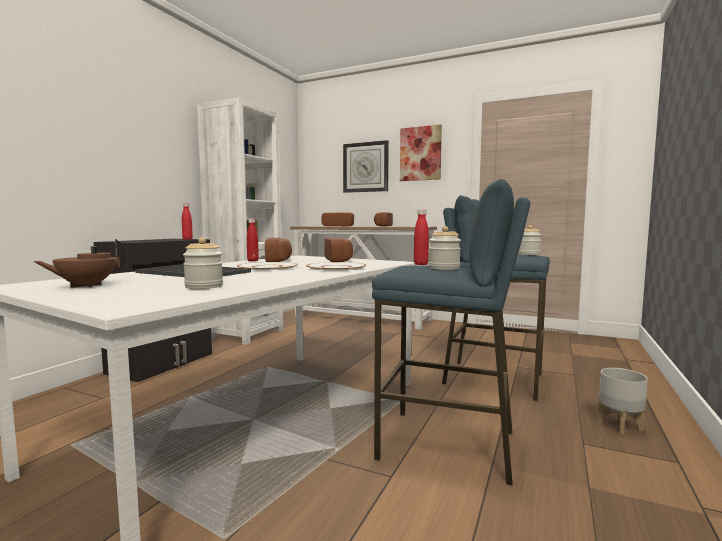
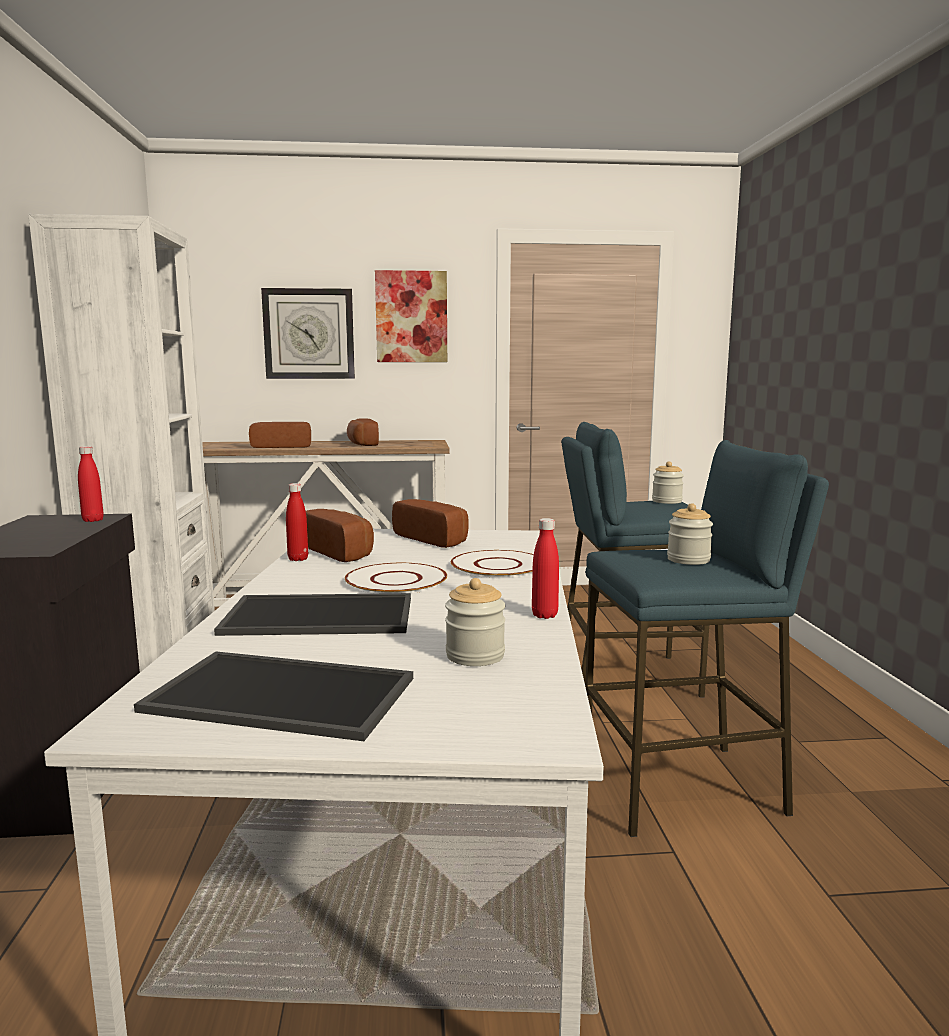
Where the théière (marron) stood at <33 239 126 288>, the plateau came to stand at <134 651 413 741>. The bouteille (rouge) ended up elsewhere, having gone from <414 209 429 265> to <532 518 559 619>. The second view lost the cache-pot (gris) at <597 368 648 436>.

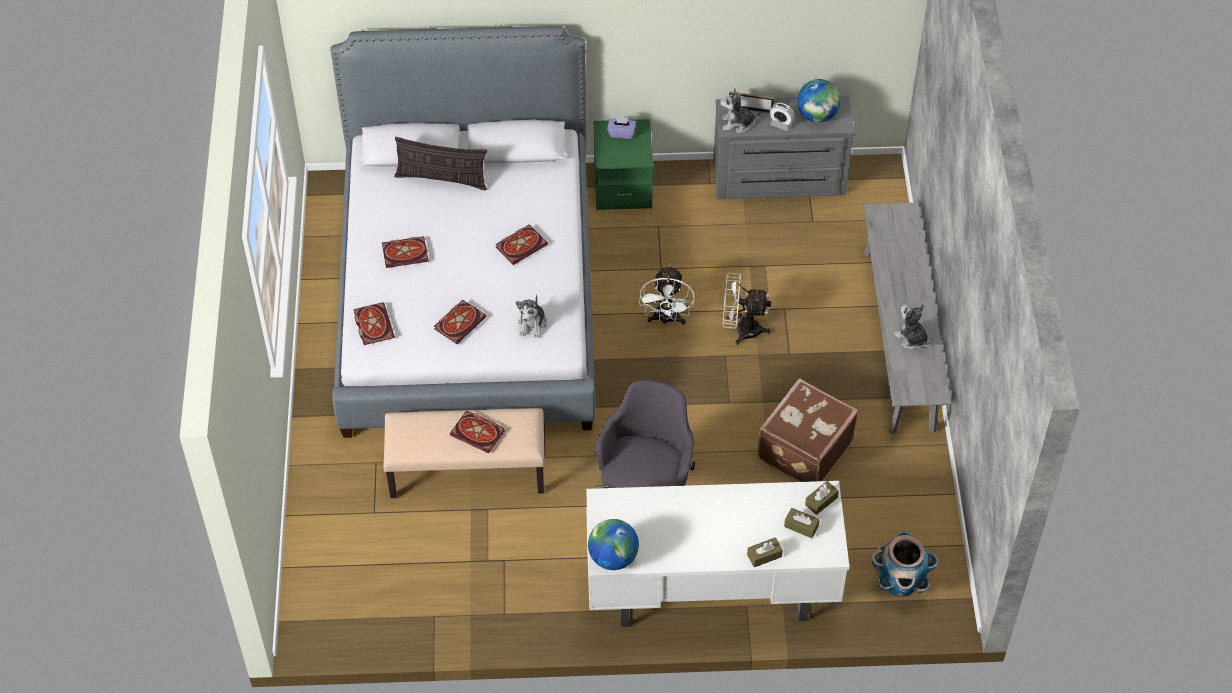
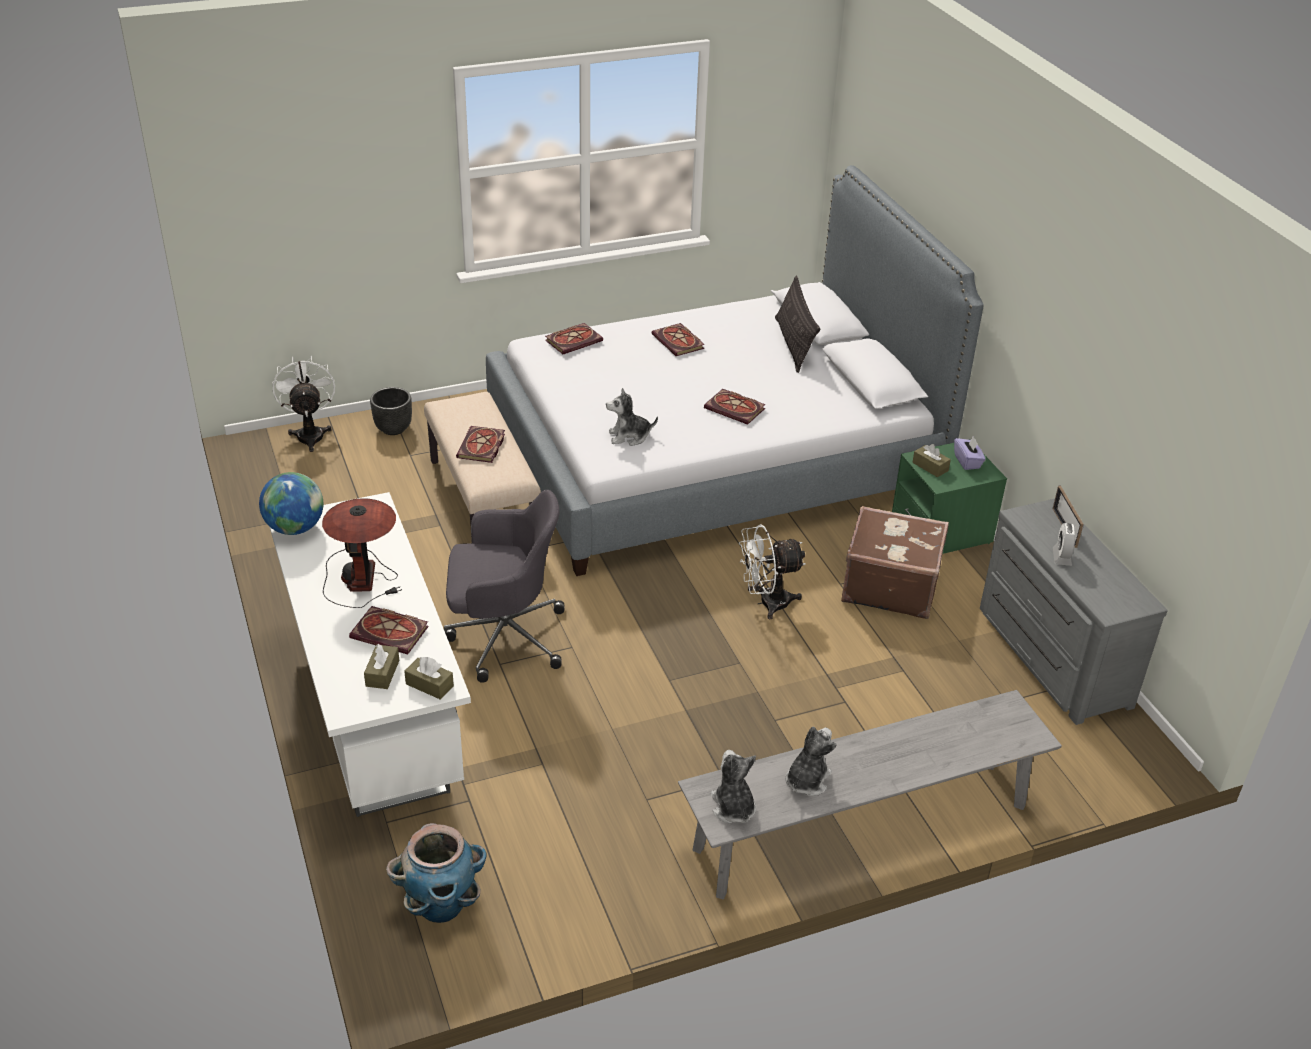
The ventilateur (blanc) ended up elsewhere, having gone from <723 273 771 345> to <273 356 335 452>. The second view gained the lampe de table at <322 498 402 608>. The livre ended up elsewhere, having gone from <434 300 487 344> to <349 606 429 654>. The second view gained the cache-pot (noir) at <370 387 412 435>. The peluche ended up elsewhere, having gone from <720 88 761 133> to <710 750 756 823>. The valise (marron) ended up elsewhere, having gone from <757 378 858 482> to <841 506 949 619>. The boîte à mouchoirs (marron) ended up elsewhere, having gone from <747 537 783 567> to <912 444 951 477>. The second view lost the globe at <797 79 841 123>.

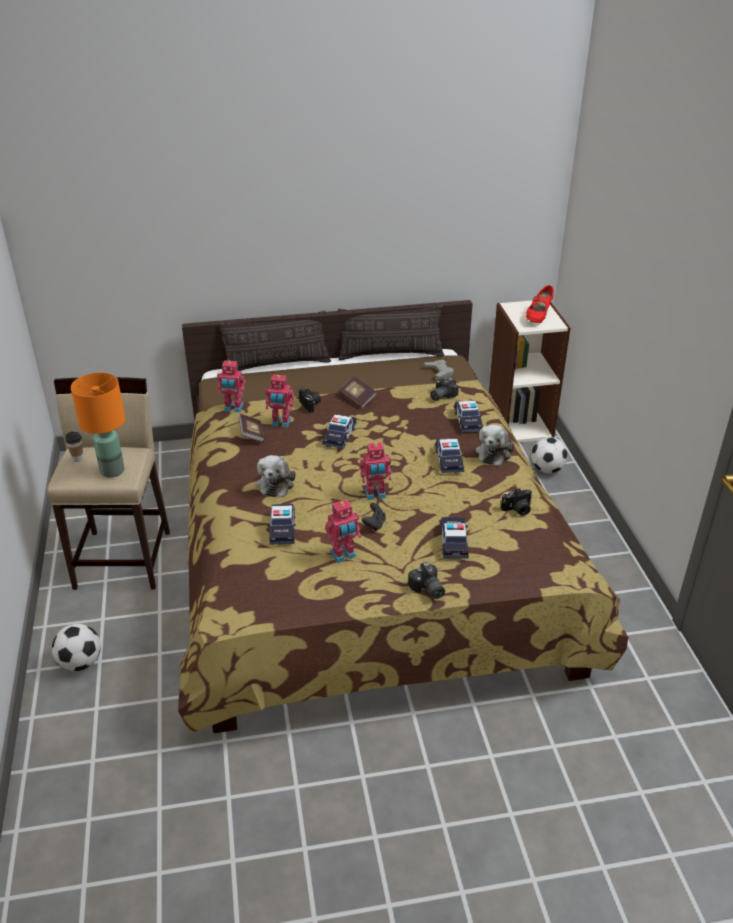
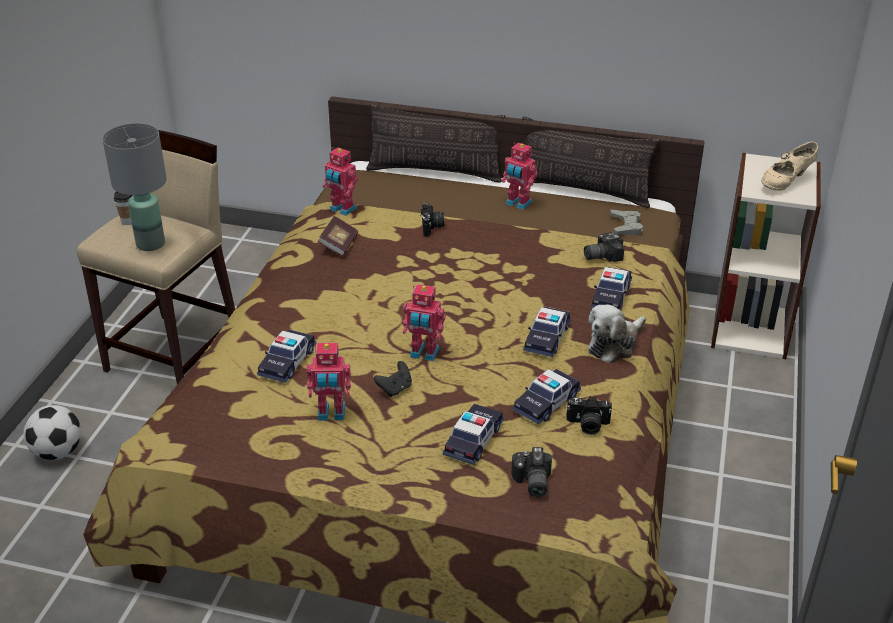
What was the lampe de table (orange) at <71 373 125 478> turned into the lampe de table (gris) at <102 123 167 251>. The robot jouet ended up elsewhere, having gone from <265 374 294 428> to <502 142 538 210>. The petite voiture ended up elsewhere, having gone from <322 414 357 448> to <512 369 581 424>. The appareil photo ended up elsewhere, having gone from <408 562 445 599> to <512 447 552 498>. What was the chaussure (rouge) at <526 285 554 323> turned into the chaussure (beige) at <761 142 818 190>. The second view lost the peluche at <257 455 295 497>. The second view lost the livre at <339 376 377 409>. The second view lost the ballon de foot at <531 437 568 473>.

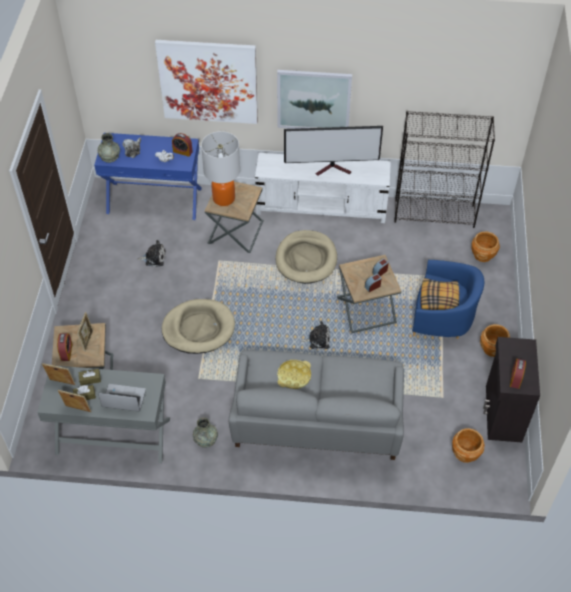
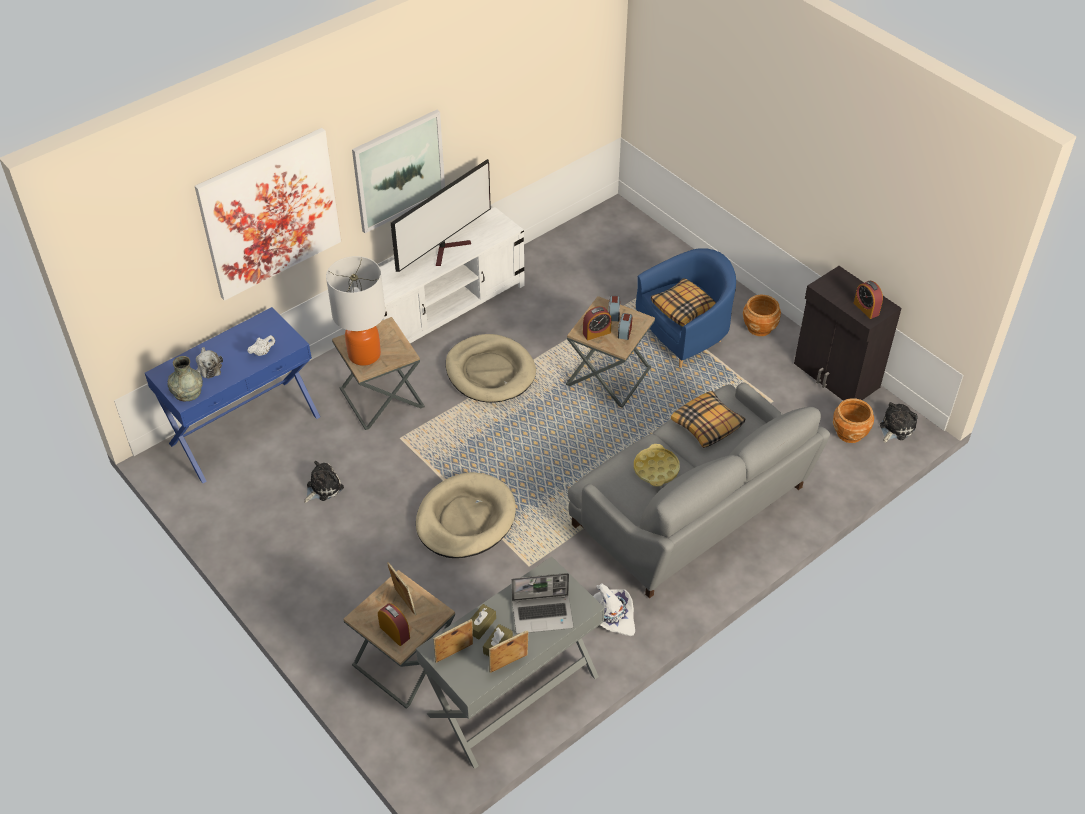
The ordinateur portable at <98 384 146 412> ended up facing another way, 150 degrees counterclockwise from before. The réveil ended up elsewhere, having gone from <172 133 193 157> to <583 306 612 340>. Where the vase (gris) stood at <193 417 218 448>, the chapeau (blanc) came to stand at <593 583 635 636>. The second view gained the coussin at <671 391 745 448>. The peluche ended up elsewhere, having gone from <301 321 330 350> to <880 402 918 443>. The second view lost the bibliothèque (noir) at <394 111 495 228>. The second view lost the cache-pot (marron) at <471 231 500 262>.

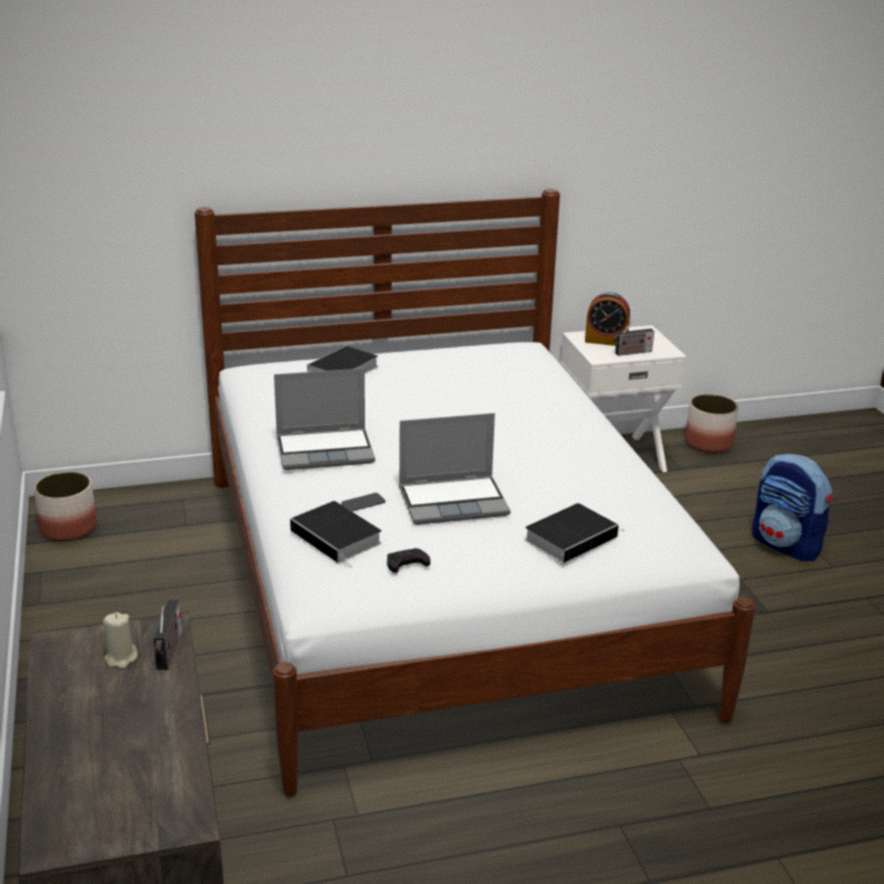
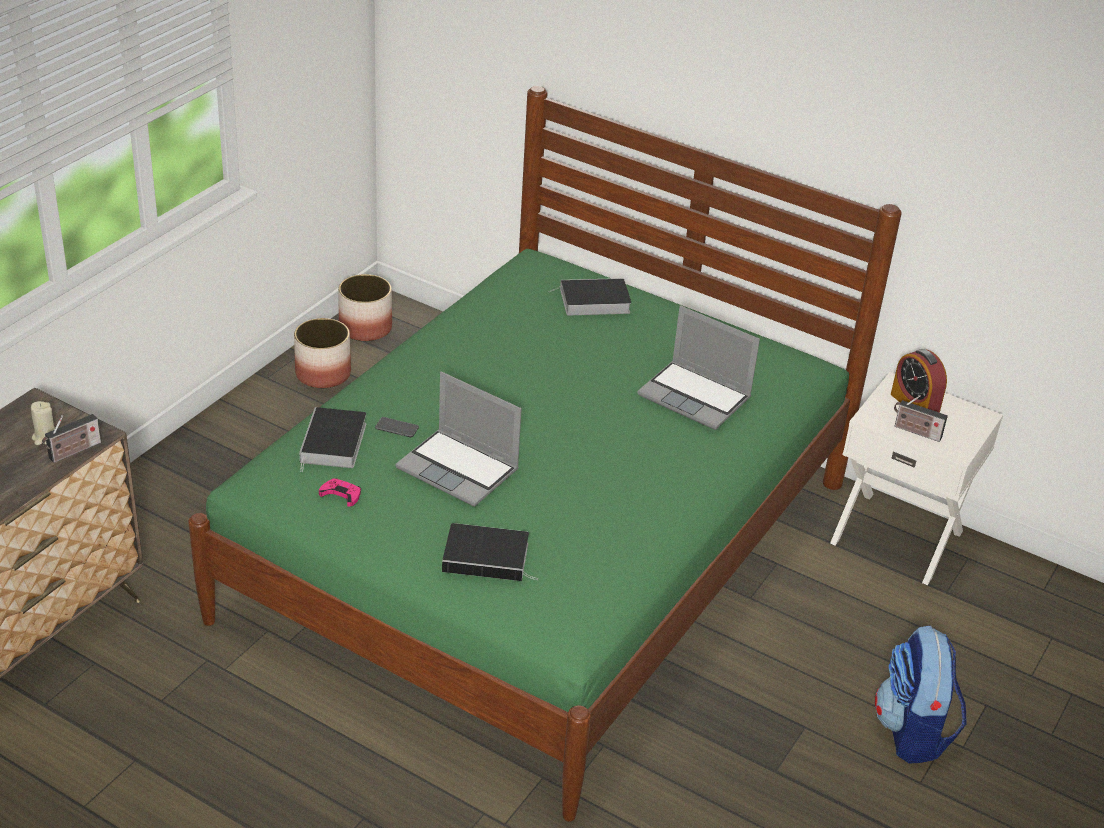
What was the lit (blanc) at <195 189 755 797> turned into the lit (vert) at <188 86 902 822>. The cache-pot ended up elsewhere, having gone from <685 394 738 453> to <294 318 351 388>. What was the manette (noir) at <387 548 430 573> turned into the manette (rose) at <319 478 361 506>. The ordinateur portable ended up elsewhere, having gone from <274 369 375 470> to <637 305 760 430>.

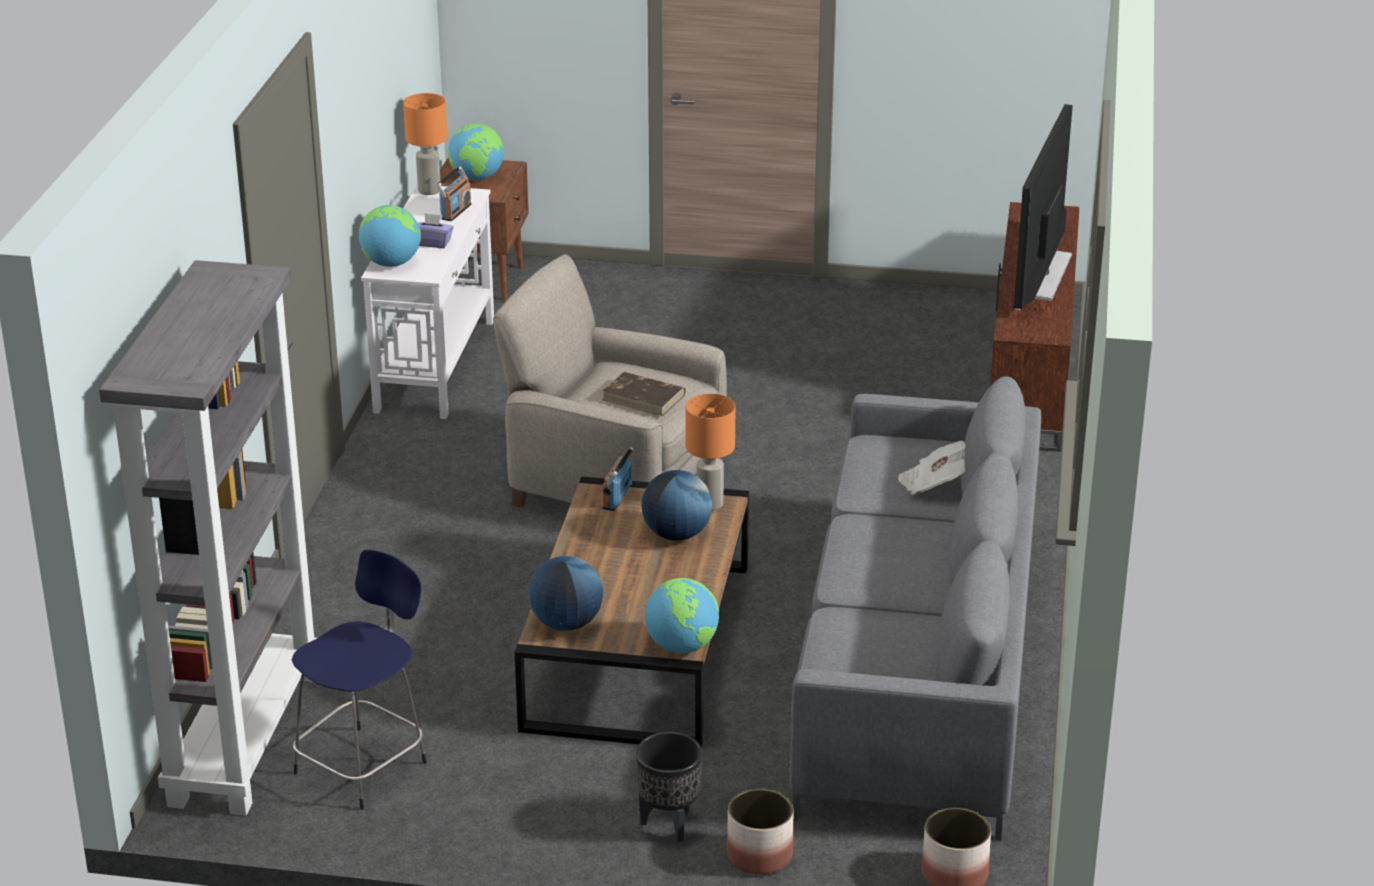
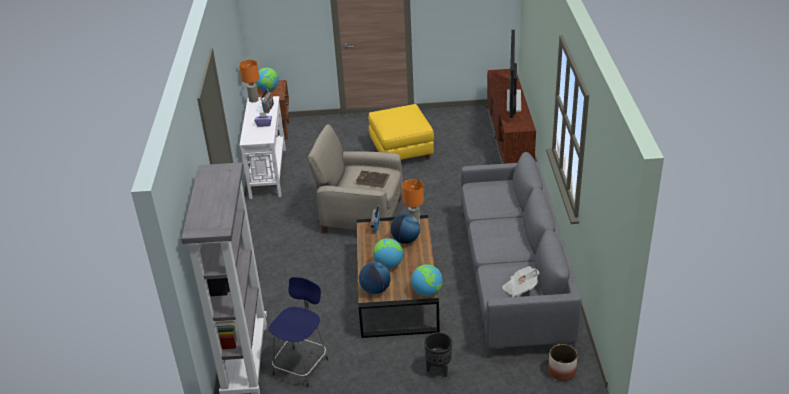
The second view gained the pouf (jaune) at <368 104 434 160>. The globe ended up elsewhere, having gone from <359 205 421 267> to <373 238 403 269>. The journal ended up elsewhere, having gone from <898 441 966 495> to <502 266 539 297>. The second view lost the cache-pot at <727 789 794 875>.

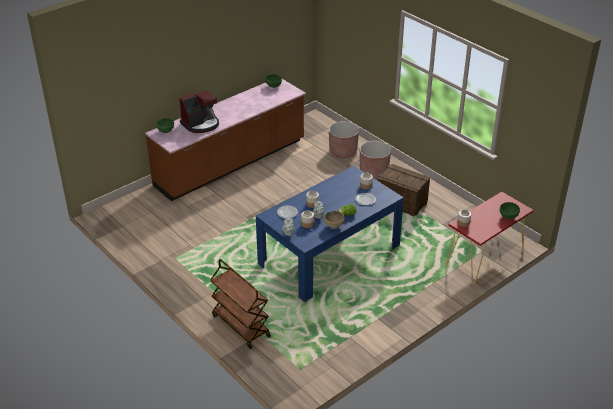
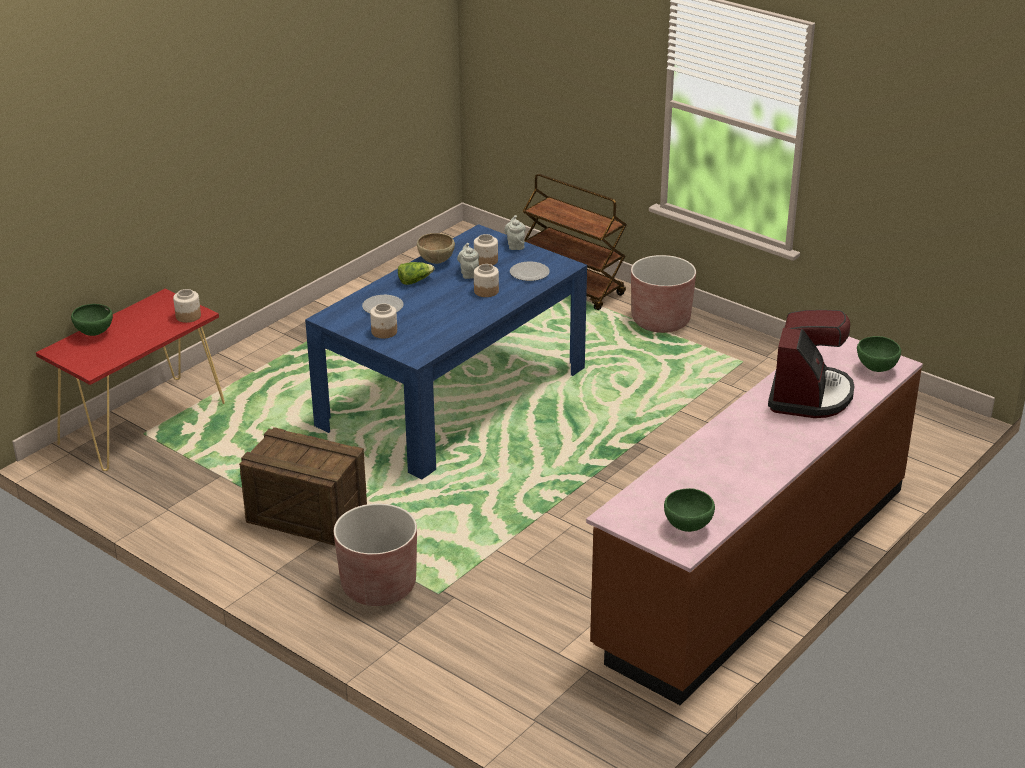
The cache-pot (marron) ended up elsewhere, having gone from <329 121 359 158> to <631 255 696 333>. The machine à café at <179 91 219 133> ended up facing another way, 150 degrees clockwise from before.

